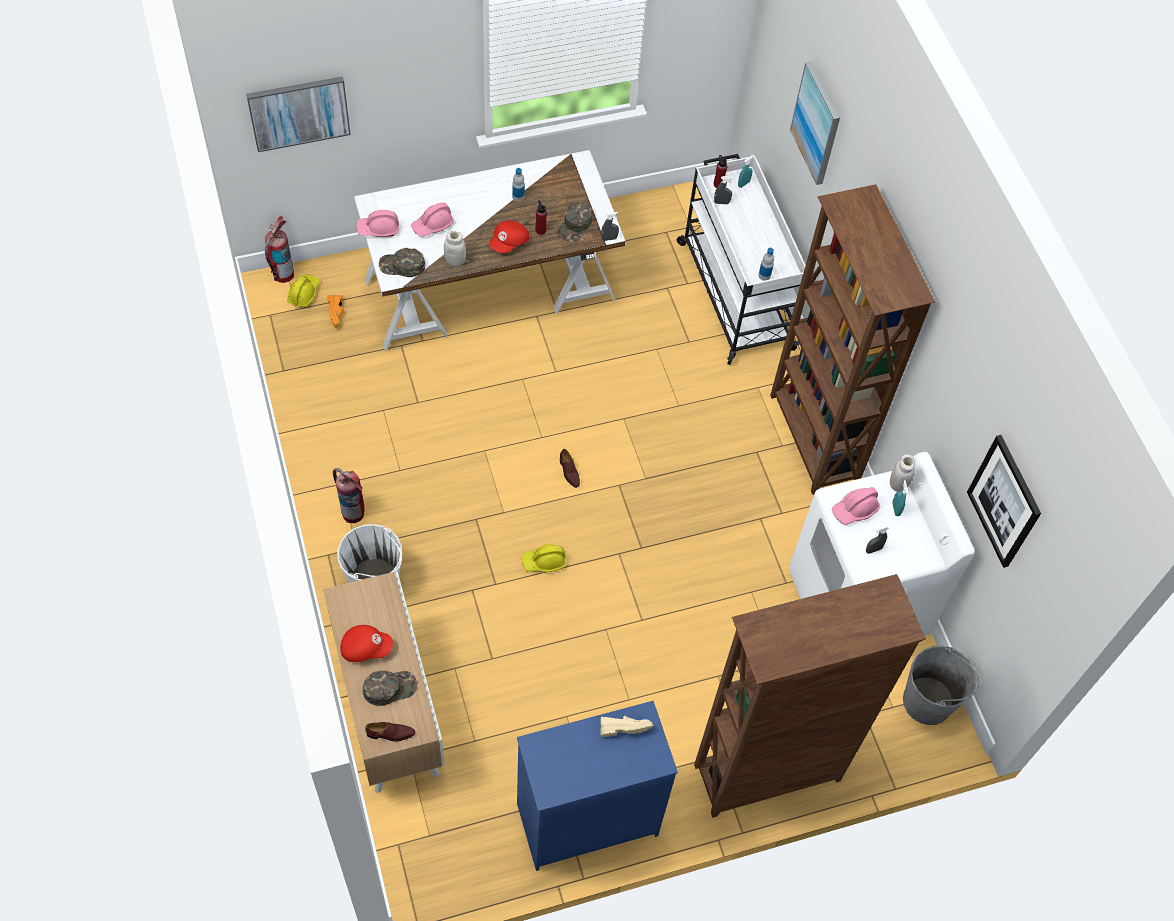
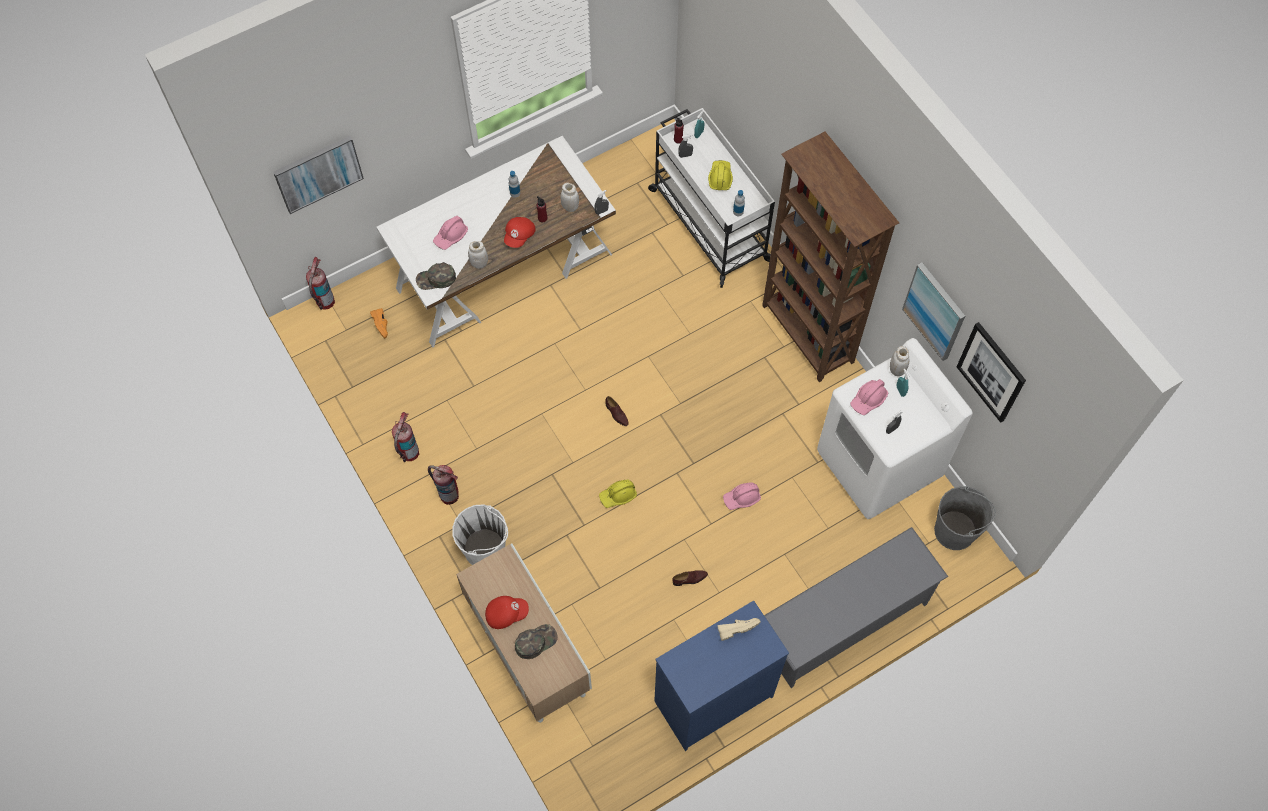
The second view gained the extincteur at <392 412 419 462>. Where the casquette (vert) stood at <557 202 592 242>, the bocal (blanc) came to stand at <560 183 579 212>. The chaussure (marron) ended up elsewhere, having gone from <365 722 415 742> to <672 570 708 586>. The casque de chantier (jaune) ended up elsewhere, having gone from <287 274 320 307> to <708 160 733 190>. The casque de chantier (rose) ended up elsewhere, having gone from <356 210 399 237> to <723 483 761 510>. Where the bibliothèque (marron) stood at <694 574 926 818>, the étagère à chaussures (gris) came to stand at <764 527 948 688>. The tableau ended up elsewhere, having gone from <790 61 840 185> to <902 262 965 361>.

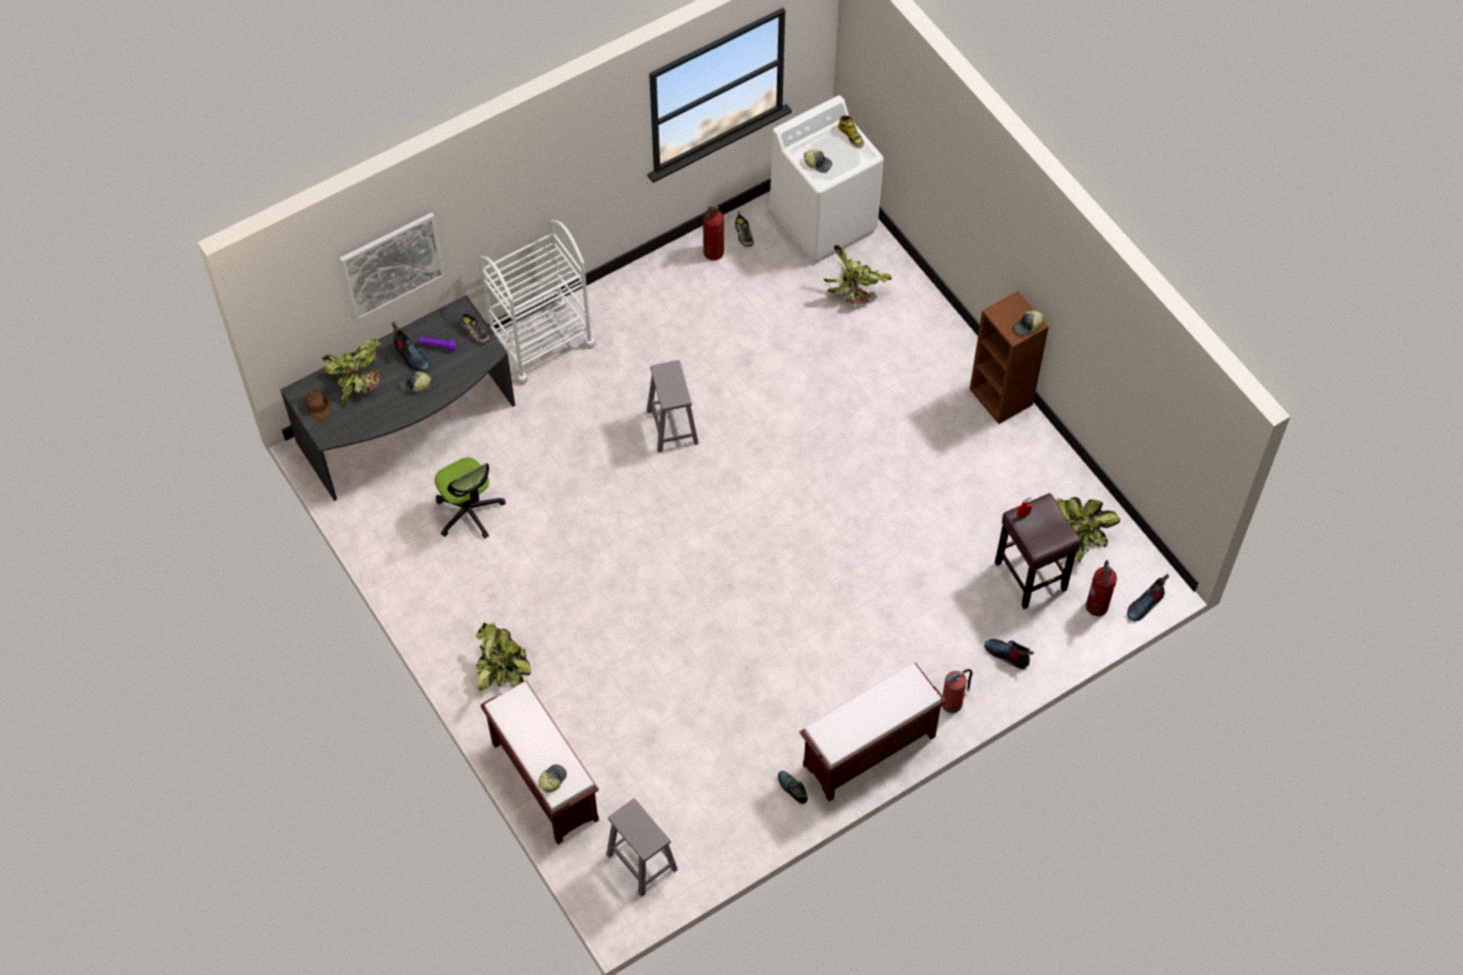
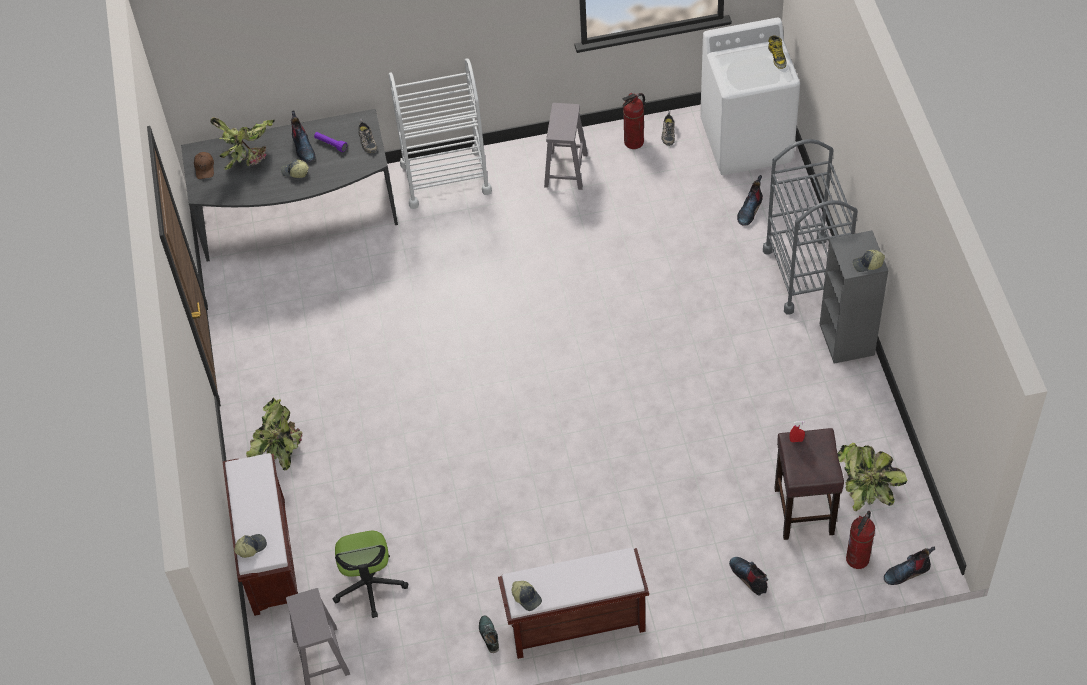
The chaise de bureau ended up elsewhere, having gone from <435 458 506 539> to <333 531 408 618>. The casquette ended up elsewhere, having gone from <804 149 833 173> to <512 581 542 611>. The tabouret (gris) ended up elsewhere, having gone from <647 360 699 453> to <544 103 588 190>. Where the plante en pot stood at <823 244 892 305>, the botte came to stand at <737 175 763 226>. The second view gained the chariot (gris) at <763 139 858 315>. What was the bibliothèque (marron) at <970 291 1049 424> turned into the bibliothèque (gris) at <820 230 888 364>. The second view lost the tableau at <340 212 445 321>. The second view lost the extincteur at <942 669 972 713>.

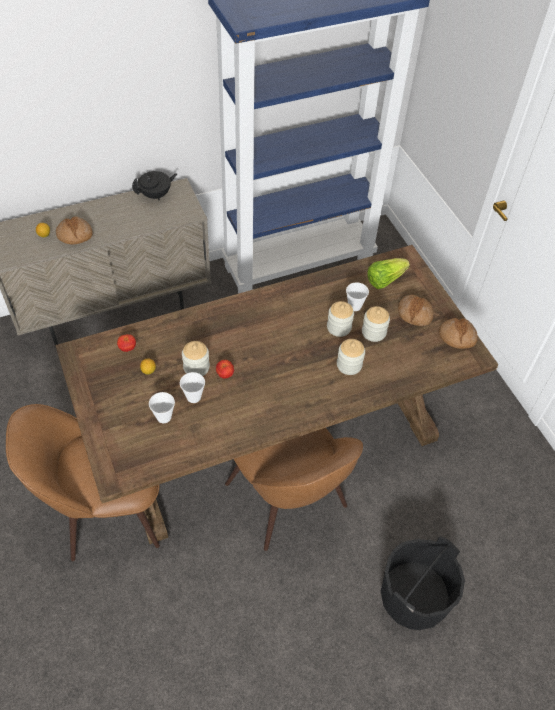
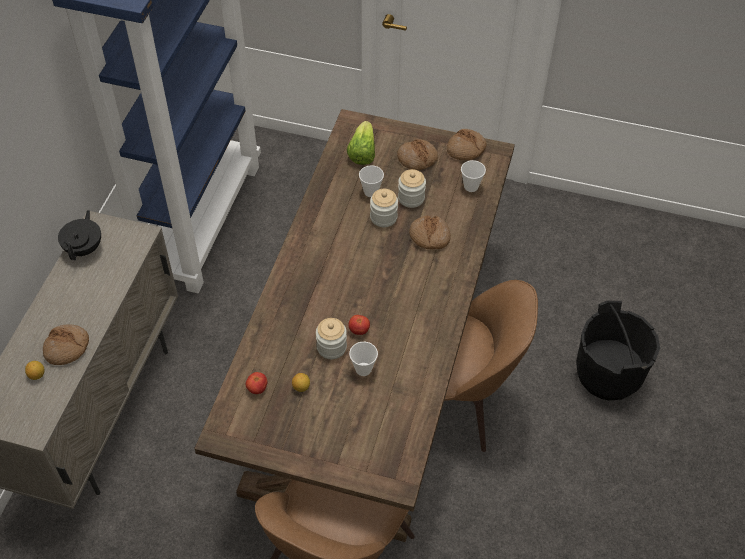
Where the bocal stood at <337 339 365 375>, the pain came to stand at <409 215 451 250>. The tasse ended up elsewhere, having gone from <149 392 175 423> to <461 160 486 192>.

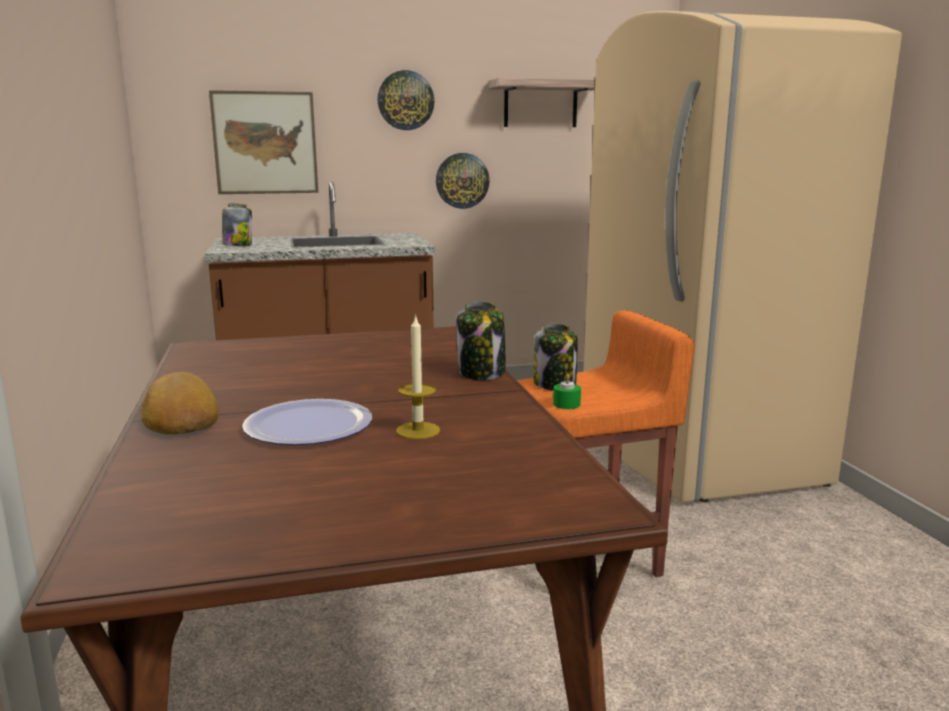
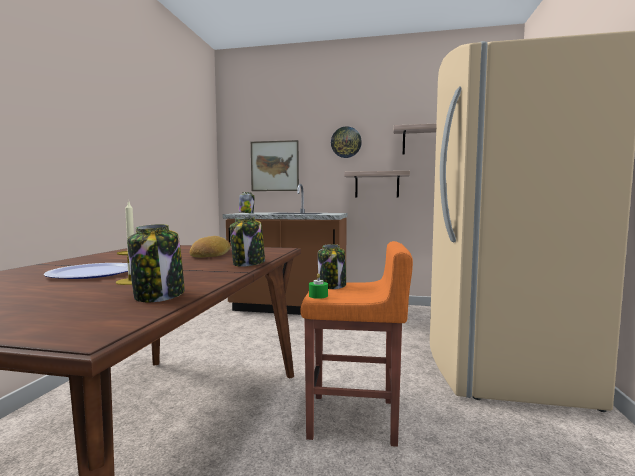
The second view gained the bocal at <127 224 185 302>. The pain ended up elsewhere, having gone from <141 372 219 434> to <190 236 230 257>. Where the horloge murale hung at <436 153 490 209>, the étagère came to hang at <344 171 410 197>.

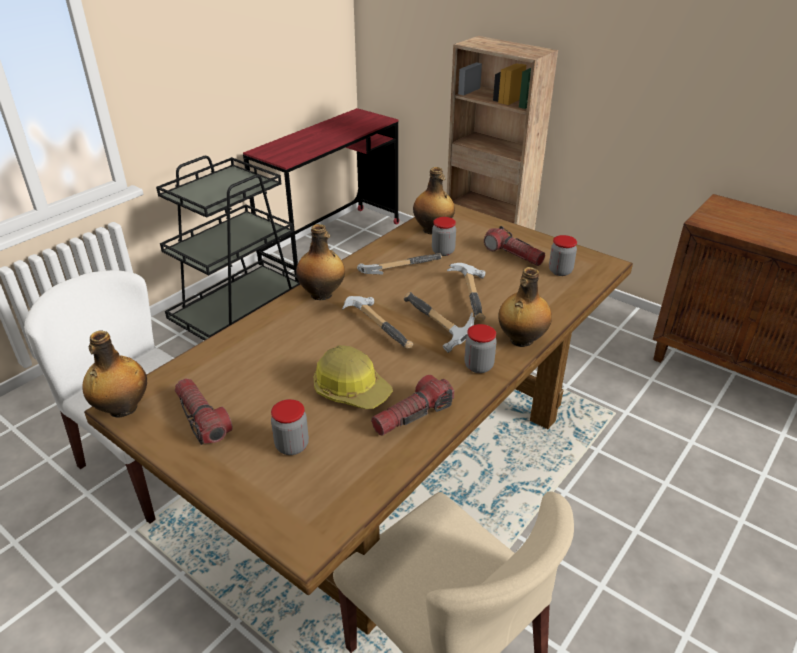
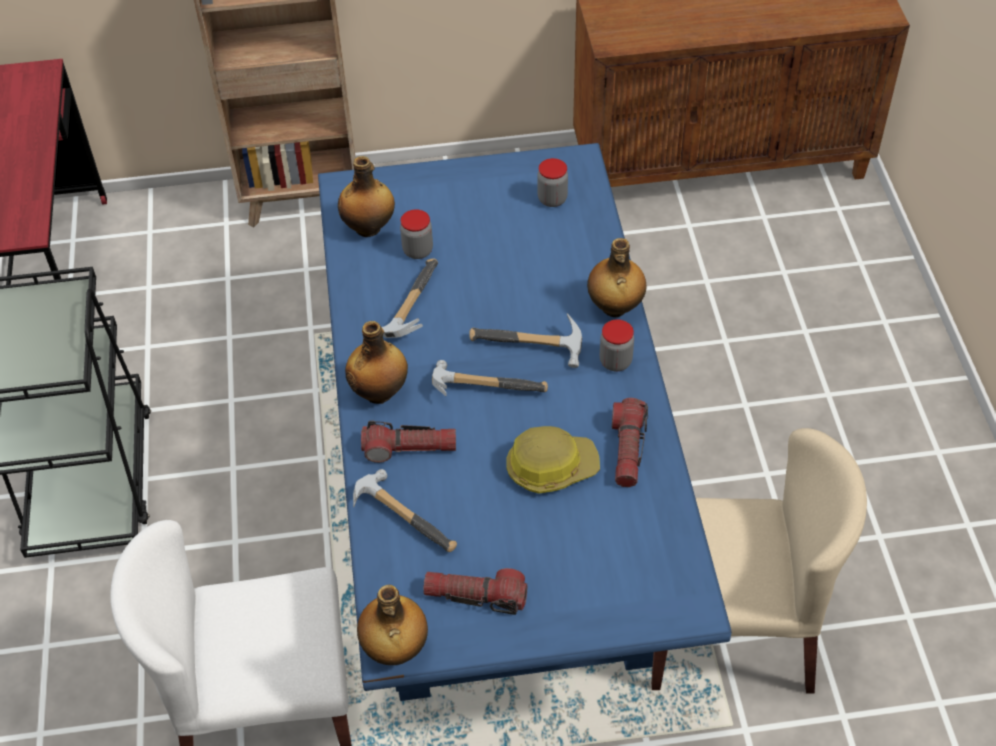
What was the table à manger (marron) at <84 204 633 635> turned into the table à manger (bleu) at <318 143 732 701>. The marteau ended up elsewhere, having gone from <447 263 486 321> to <353 469 457 552>. The lampe de poche ended up elsewhere, having gone from <484 226 545 266> to <361 420 456 463>. The second view lost the bocal at <271 399 309 455>.

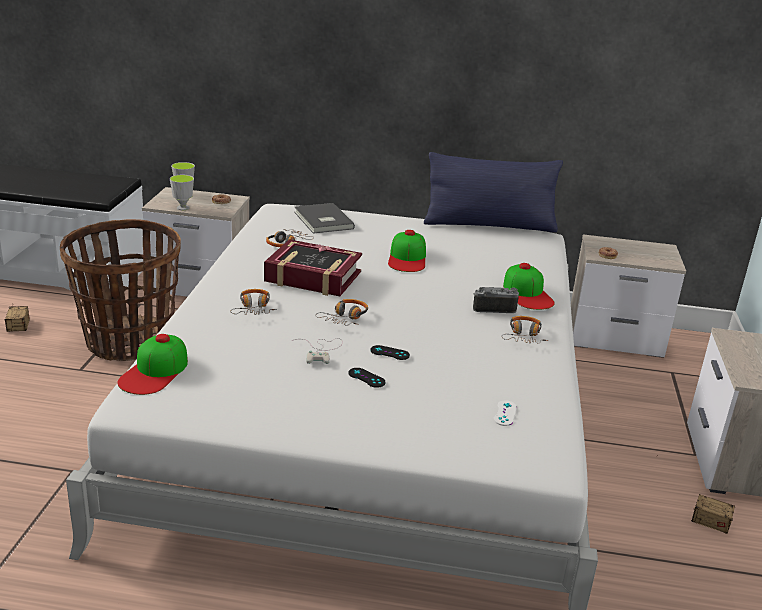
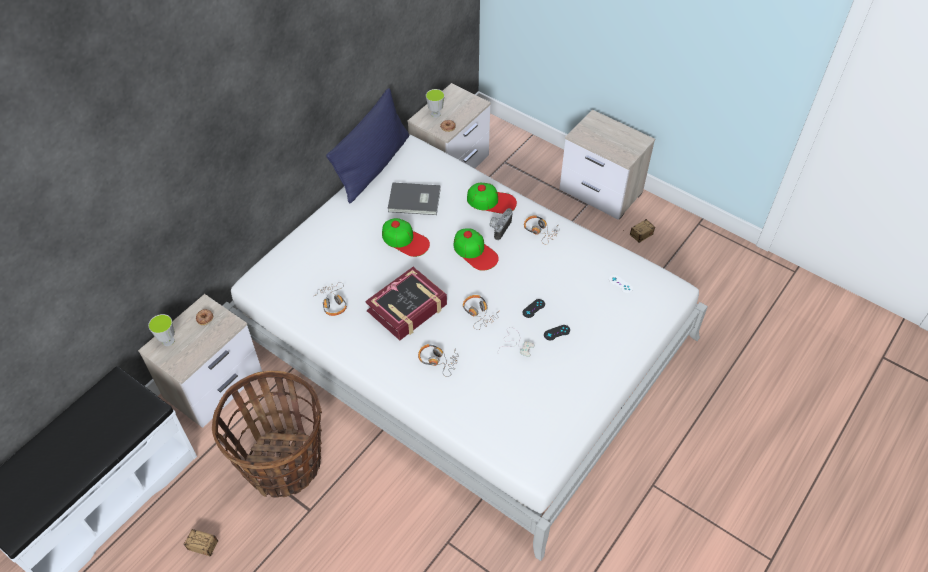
The livre (gris) ended up elsewhere, having gone from <294 203 355 234> to <388 182 441 215>. The tasse ended up elsewhere, having gone from <170 175 194 210> to <426 89 445 118>. The casquette ended up elsewhere, having gone from <117 334 188 395> to <454 228 499 271>.

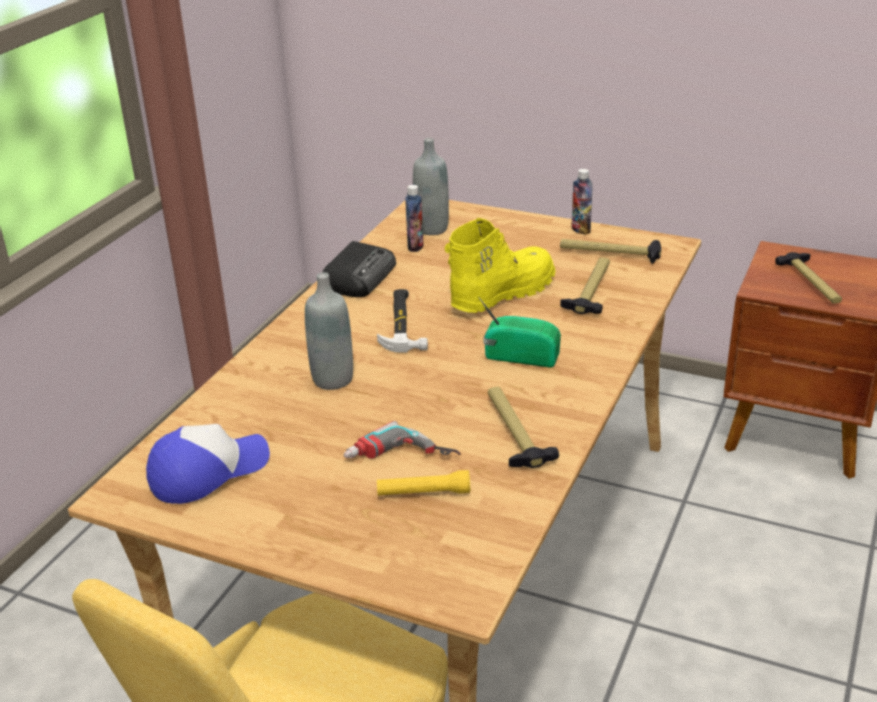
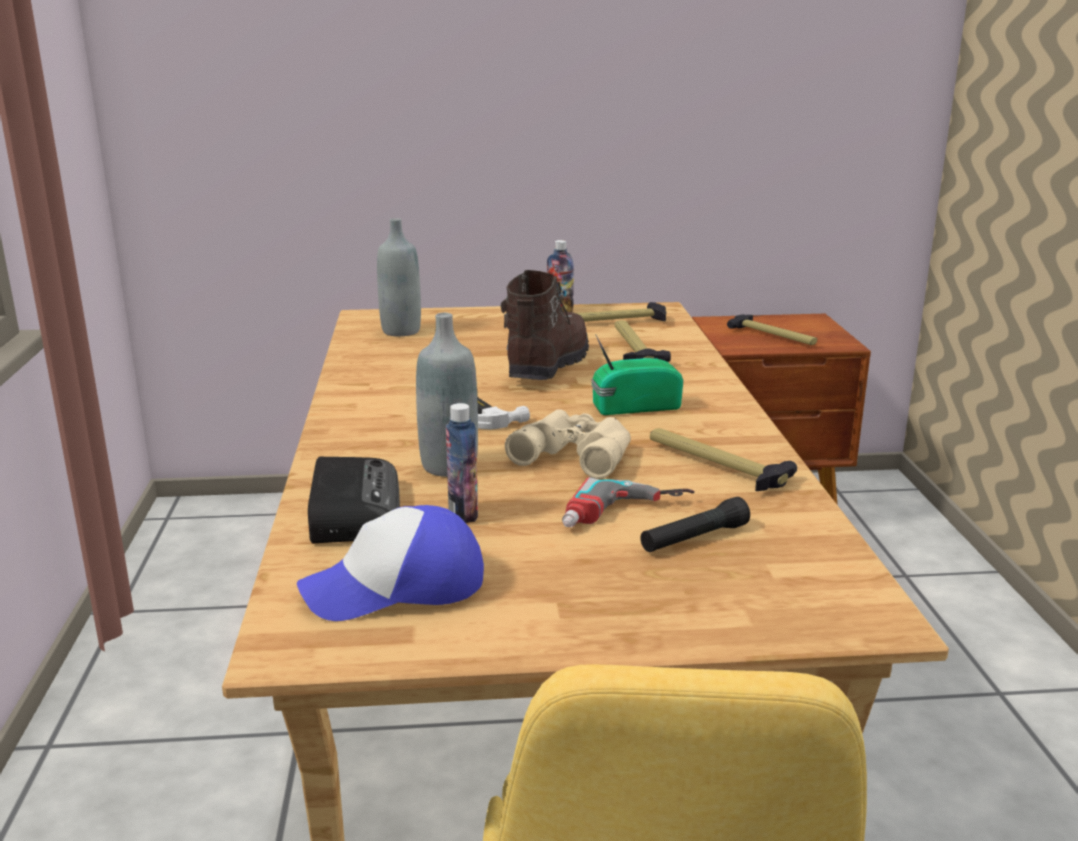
The casquette at <146 424 270 504> ended up facing another way, 135 degrees counterclockwise from before. The radio ended up elsewhere, having gone from <322 241 396 297> to <308 457 400 543>. The bouteille ended up elsewhere, having gone from <405 185 423 252> to <446 403 478 523>. What was the botte (jaune) at <445 218 555 313> turned into the botte (marron) at <501 270 589 380>. The second view gained the jumelles (beige) at <505 410 631 479>. What was the lampe de poche (jaune) at <377 470 470 496> turned into the lampe de poche (noir) at <640 497 750 552>.

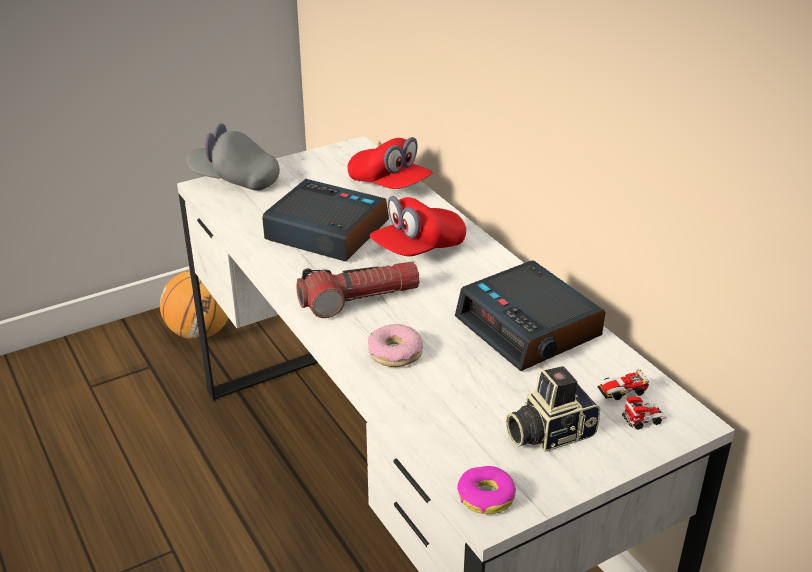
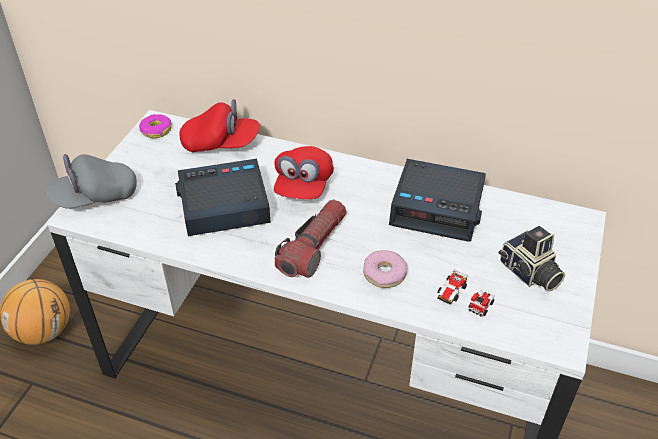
The beignet ended up elsewhere, having gone from <457 466 516 514> to <139 114 172 138>. The petite voiture ended up elsewhere, having gone from <598 369 667 430> to <437 270 495 317>. The appareil photo at <506 366 600 452> ended up facing another way, 60 degrees counterclockwise from before.

